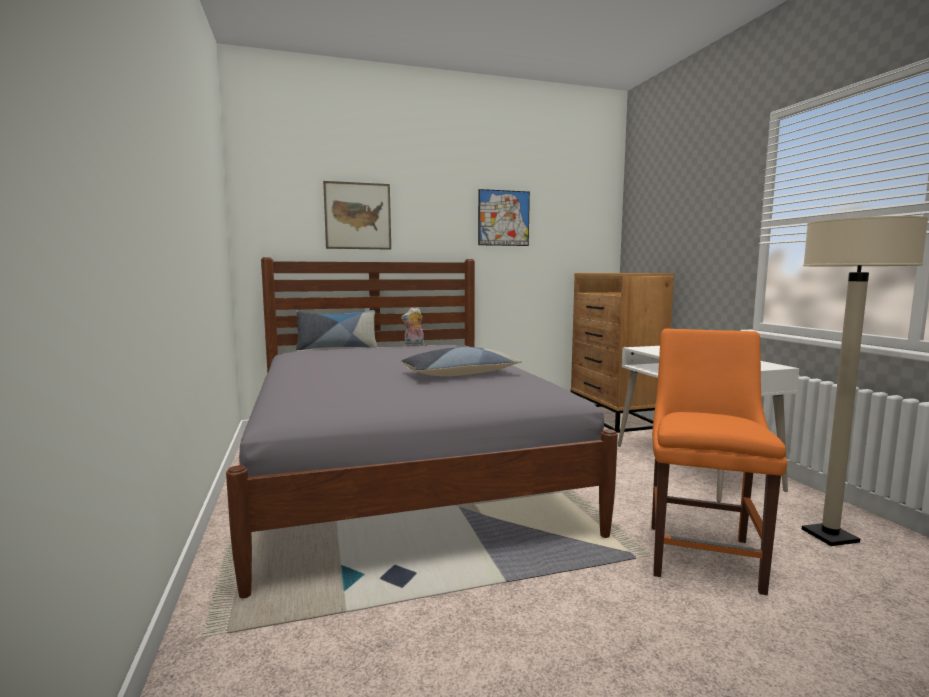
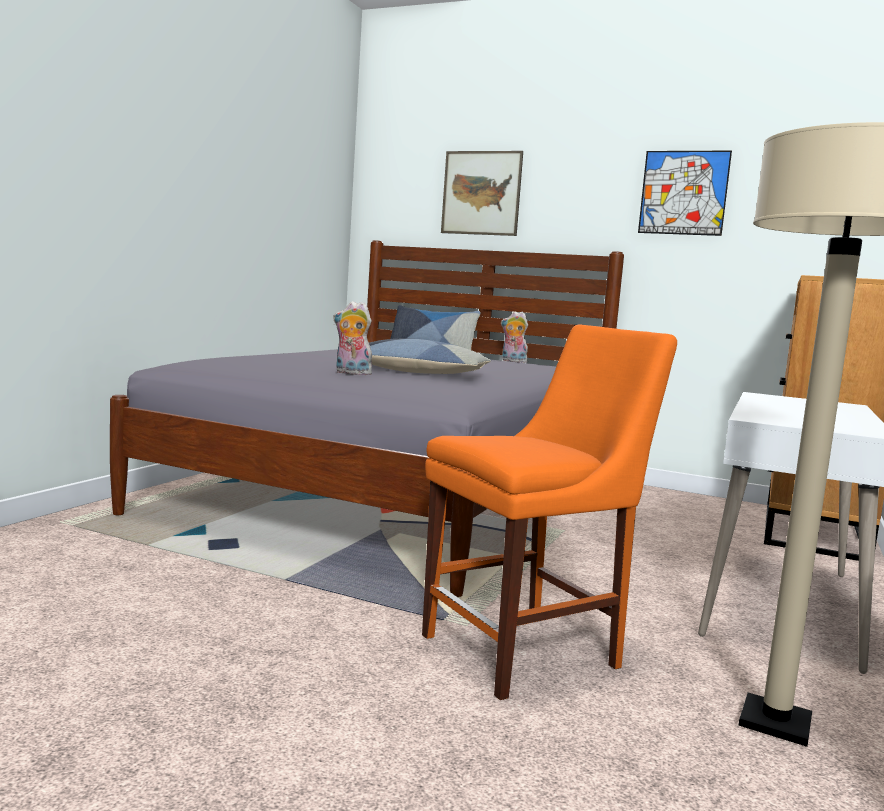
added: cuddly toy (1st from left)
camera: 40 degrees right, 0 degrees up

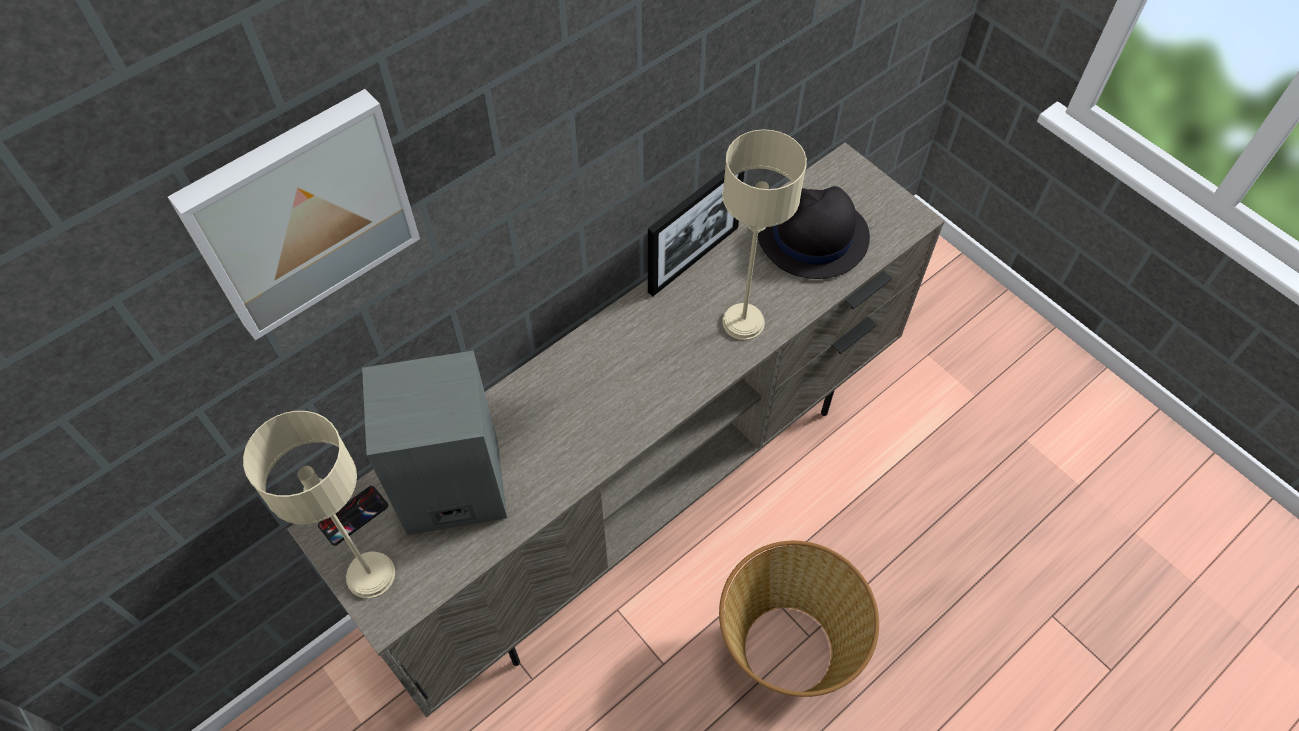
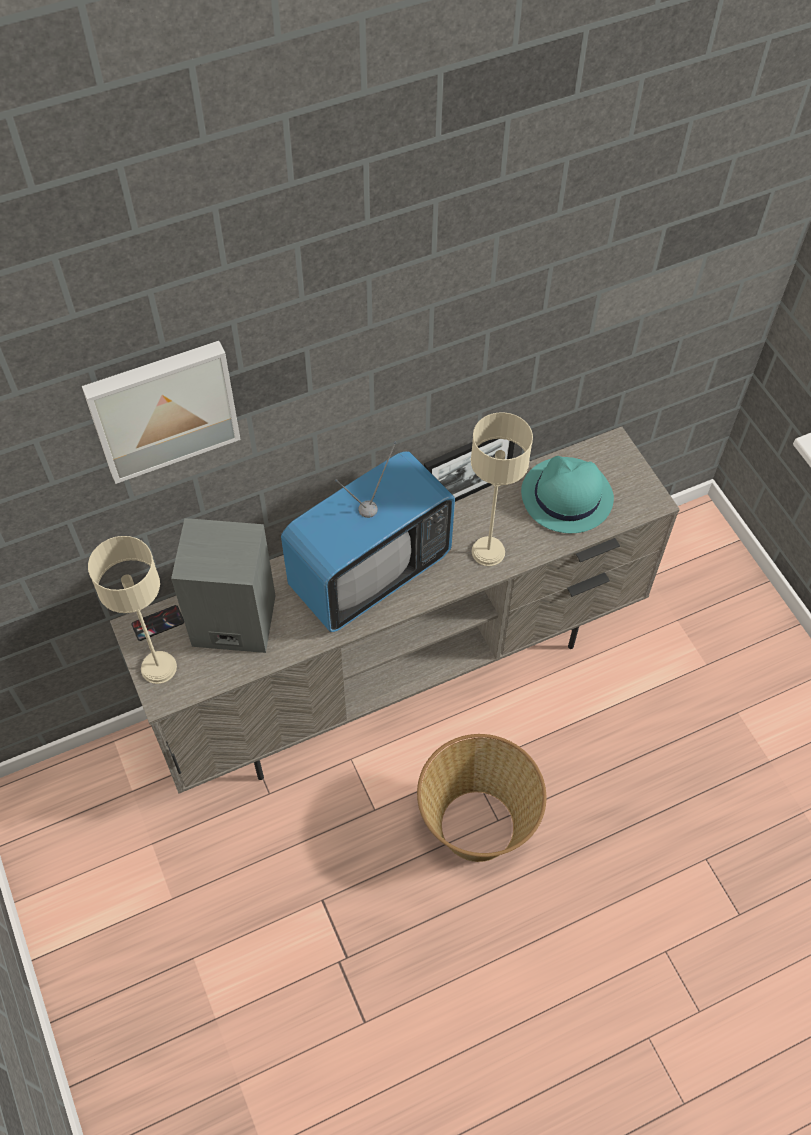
added: TV set
recoloured: hat (black) to hat (turquoise)
camera: 15 degrees right, 0 degrees up

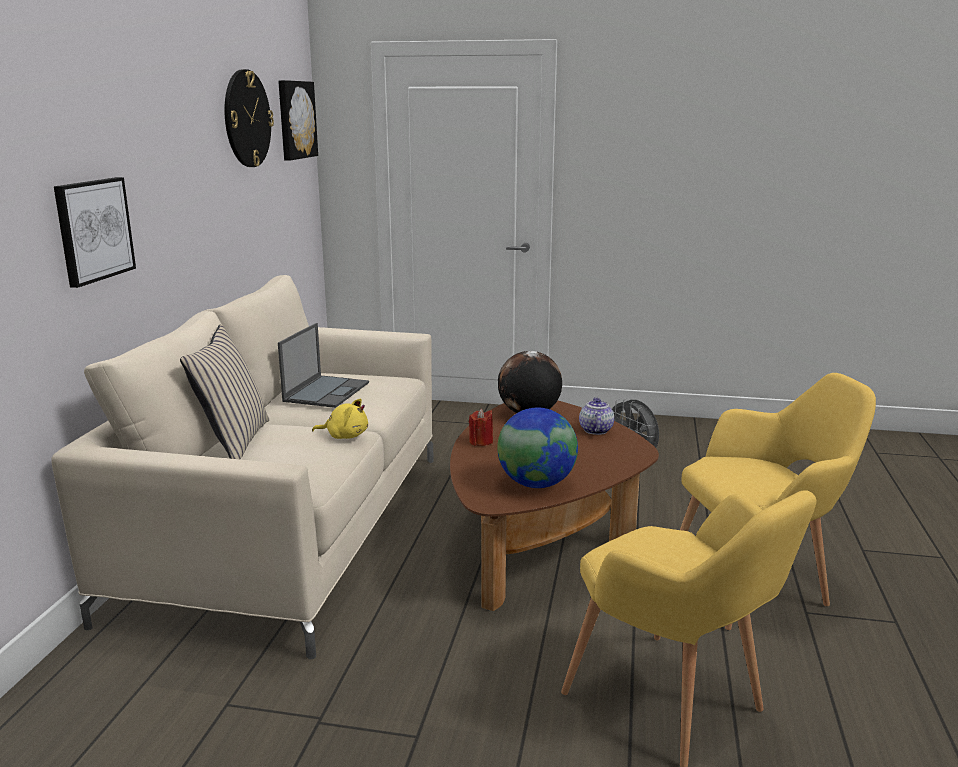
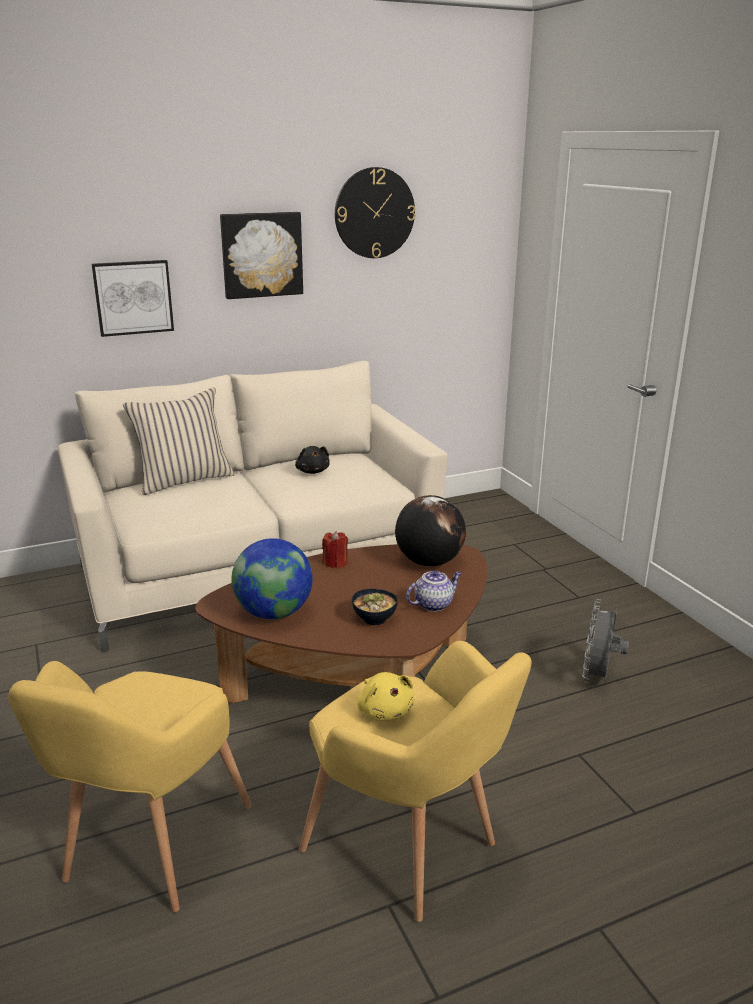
added: bowl
moved: picture (2nd from left); cuddly toy (yellow)
replaced: laptop to cuddly toy (black)
camera: 55 degrees right, 5 degrees up

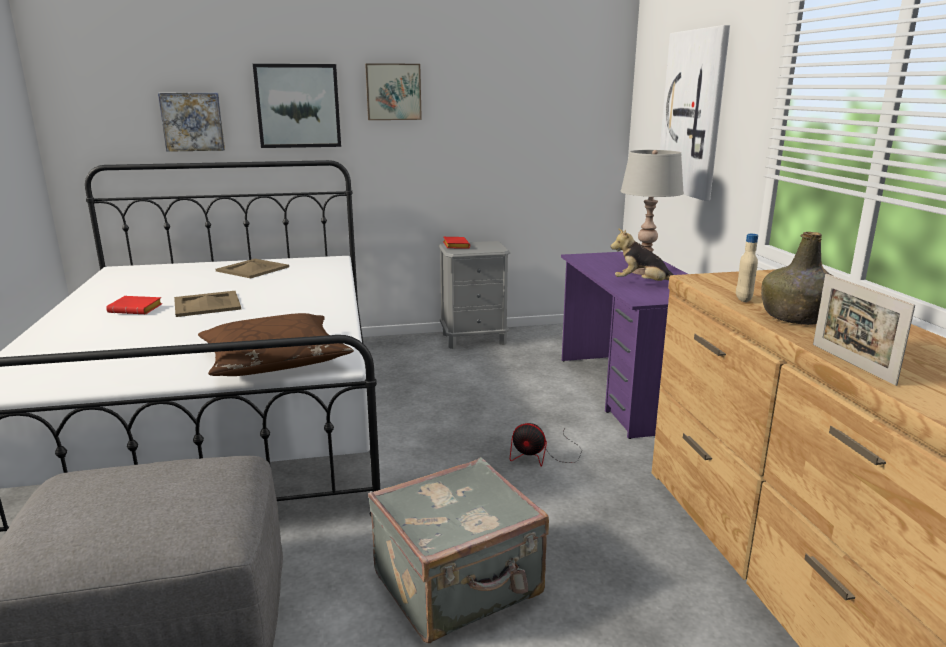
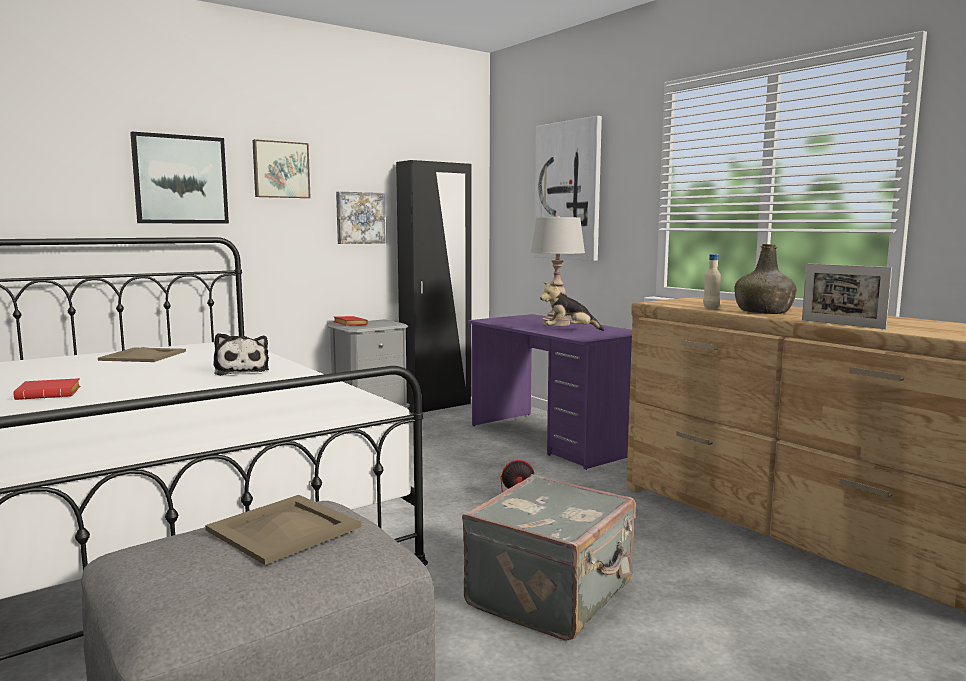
removed: pillow (brown-coloured)
added: cuddly toy (1st from left); armoire (black)
moved: serving tray (beige) (1st from left in the first image) to serving tray (beige) (2nd from left); picture (1st from left in the first image) to picture (3rd from left)
camera: 25 degrees left, 10 degrees down

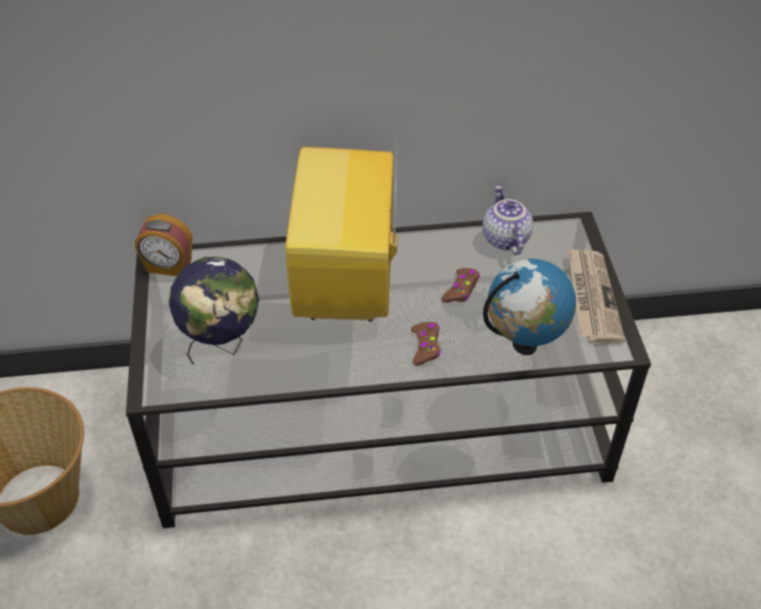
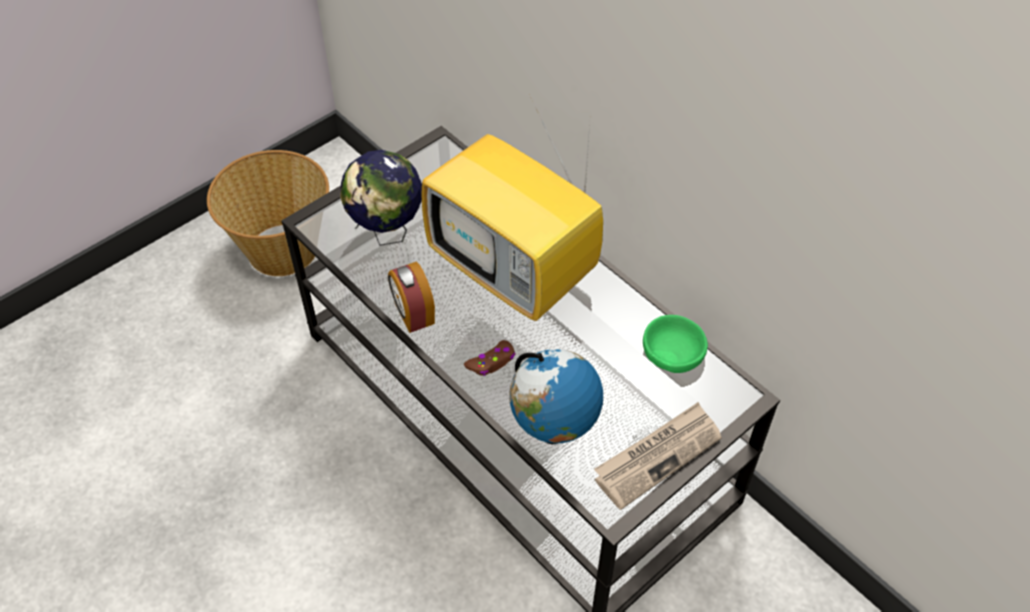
removed: joypad (brown-coloured) (2nd from left)
moved: alarm clock
replaced: pot for tea to bowl (green-coloured)
turned: TV set 105 degrees counterclockwise
camera: 55 degrees right, 5 degrees up

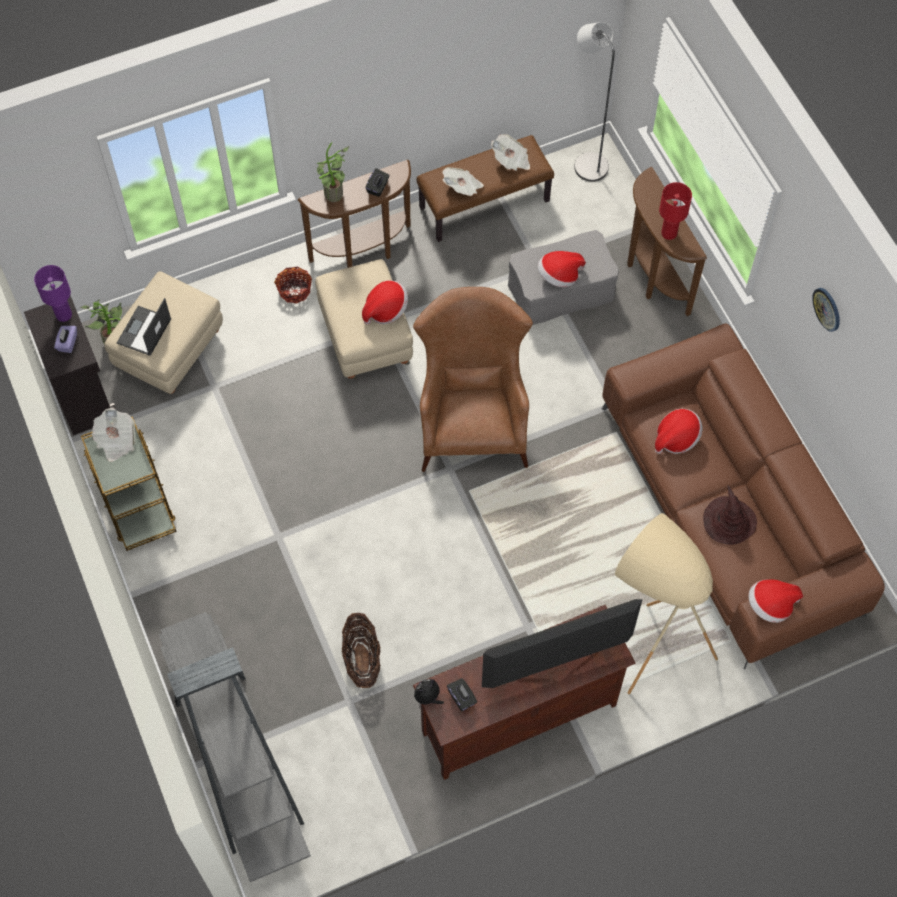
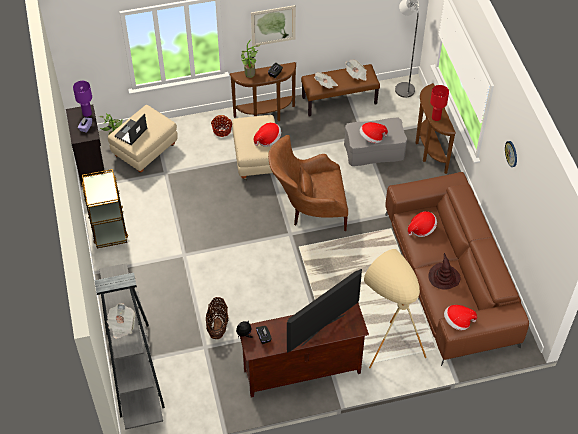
added: picture
moved: printed paper (1st from left)
turned: easy chair (brown-coloured) 105 degrees counterclockwise; TV set 150 degrees clockwise
camera: 10 degrees right, 10 degrees down

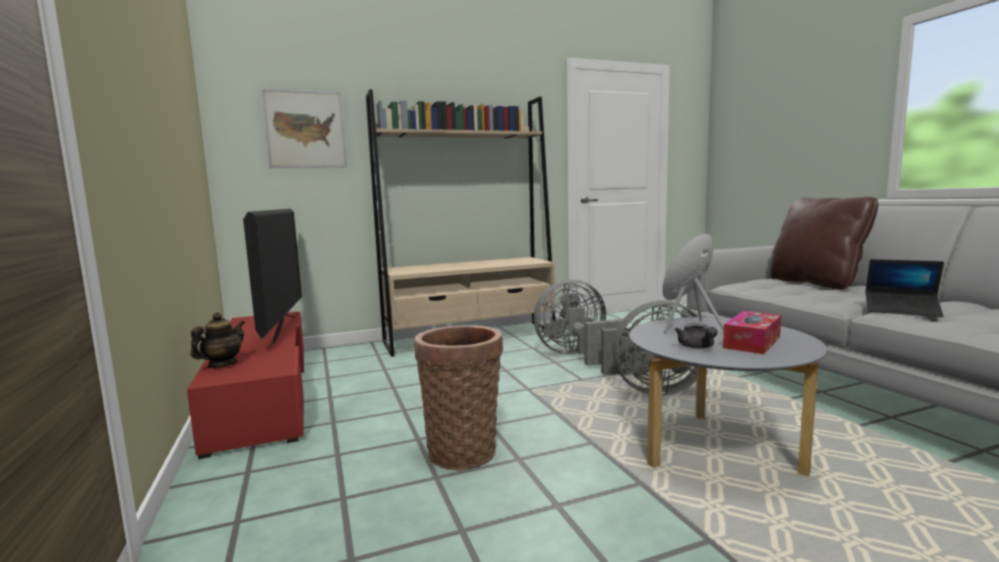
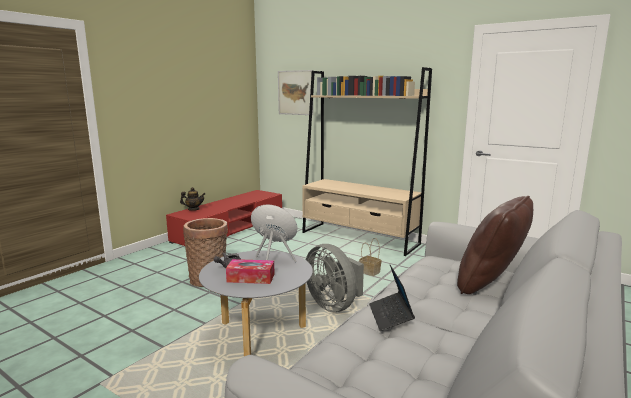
removed: TV set
replaced: electric fan (grey) (1st from left) to storage basket (2nd from left)
camera: 55 degrees right, 5 degrees up

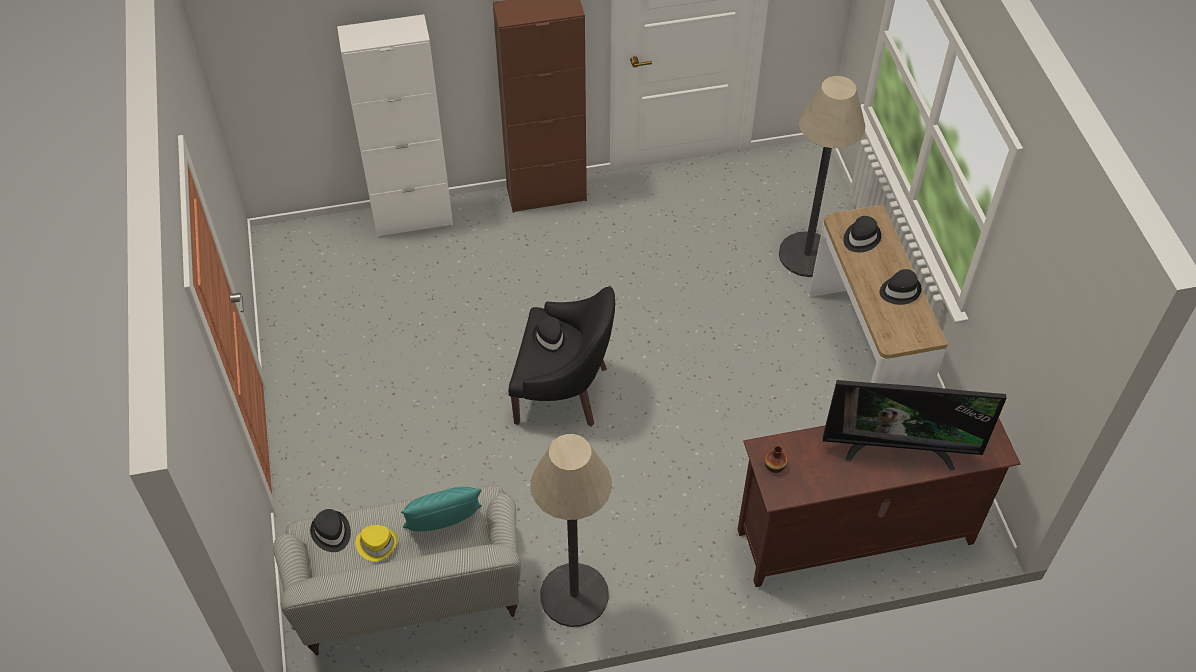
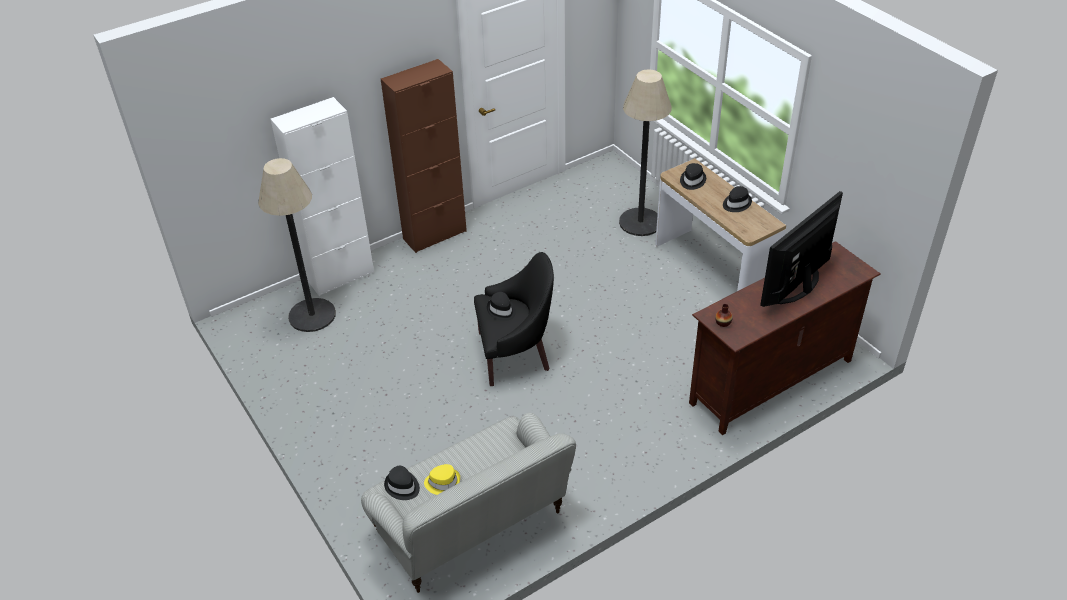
removed: pillow (turquoise)
moved: floor lamp (1st from left)
turned: TV set 150 degrees clockwise
camera: 20 degrees left, 10 degrees down

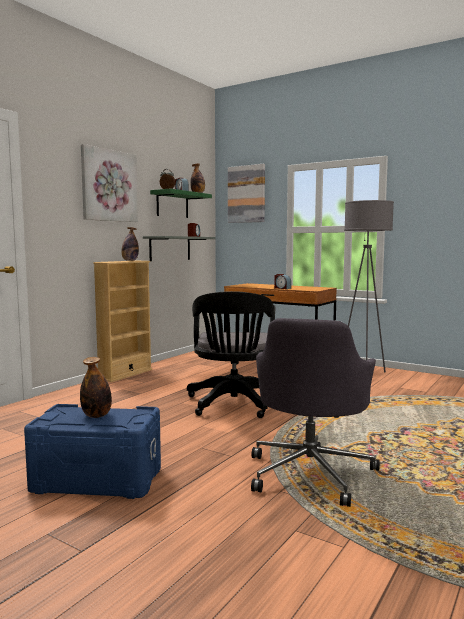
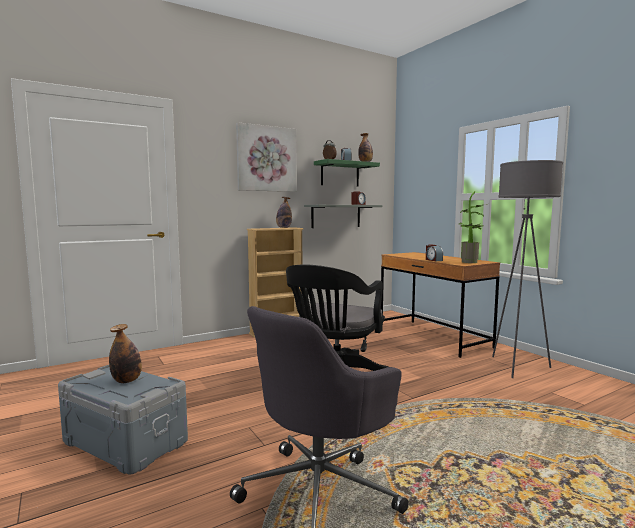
removed: picture (2nd from left)
added: plant in a pot
recoloured: storage bin (bluish) to storage bin (grey)
camera: 25 degrees right, 0 degrees up

